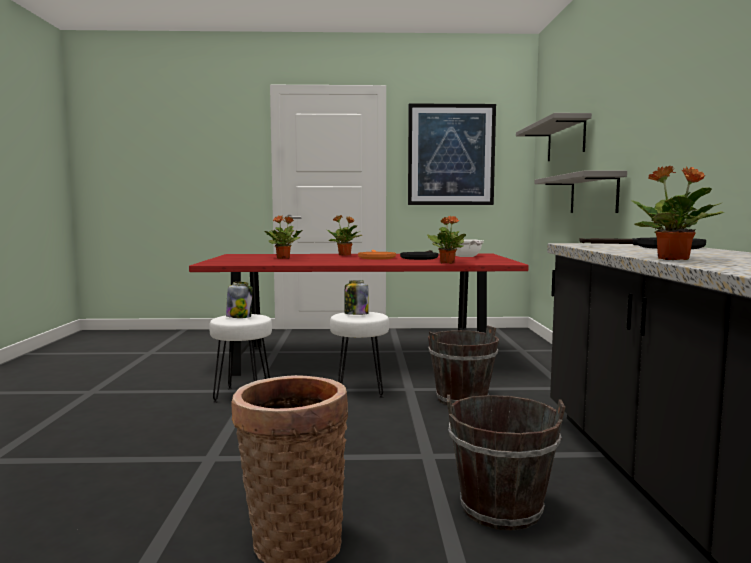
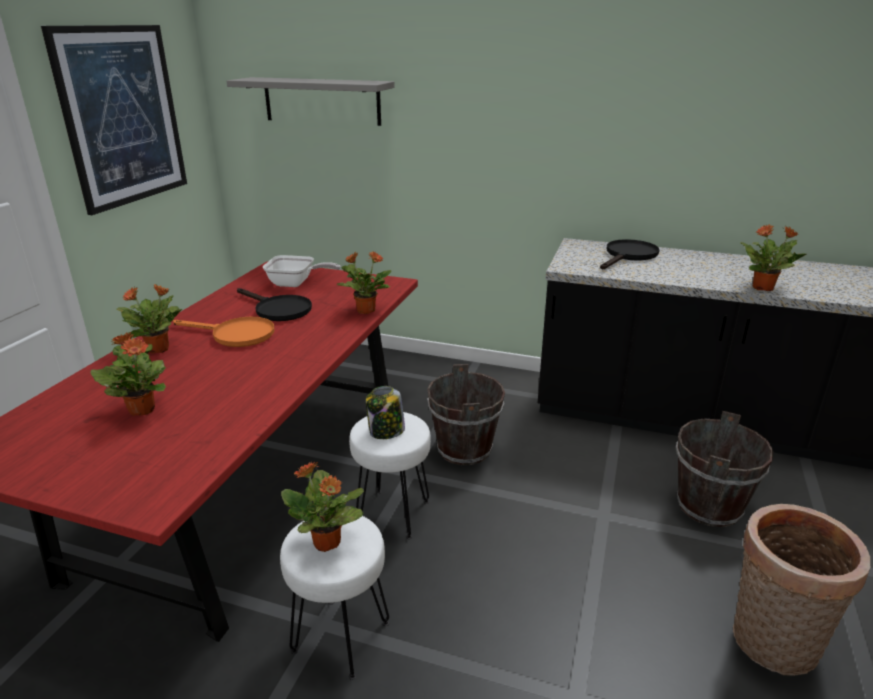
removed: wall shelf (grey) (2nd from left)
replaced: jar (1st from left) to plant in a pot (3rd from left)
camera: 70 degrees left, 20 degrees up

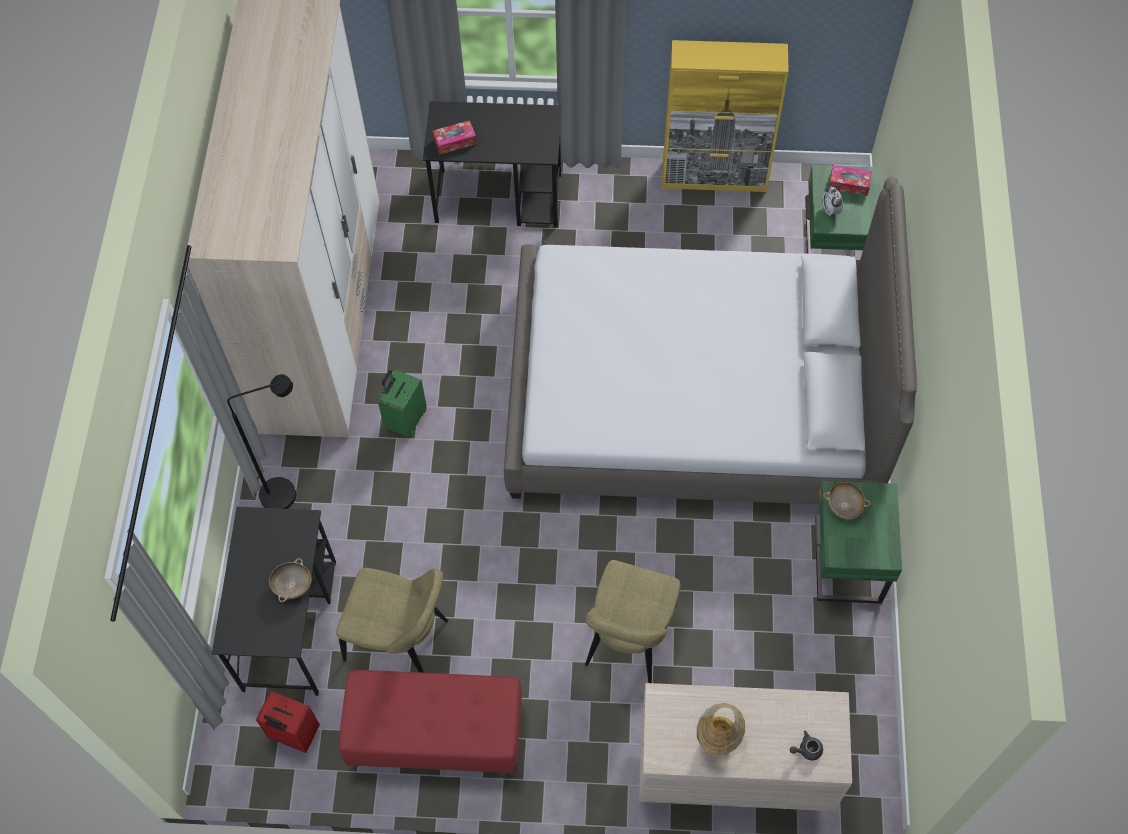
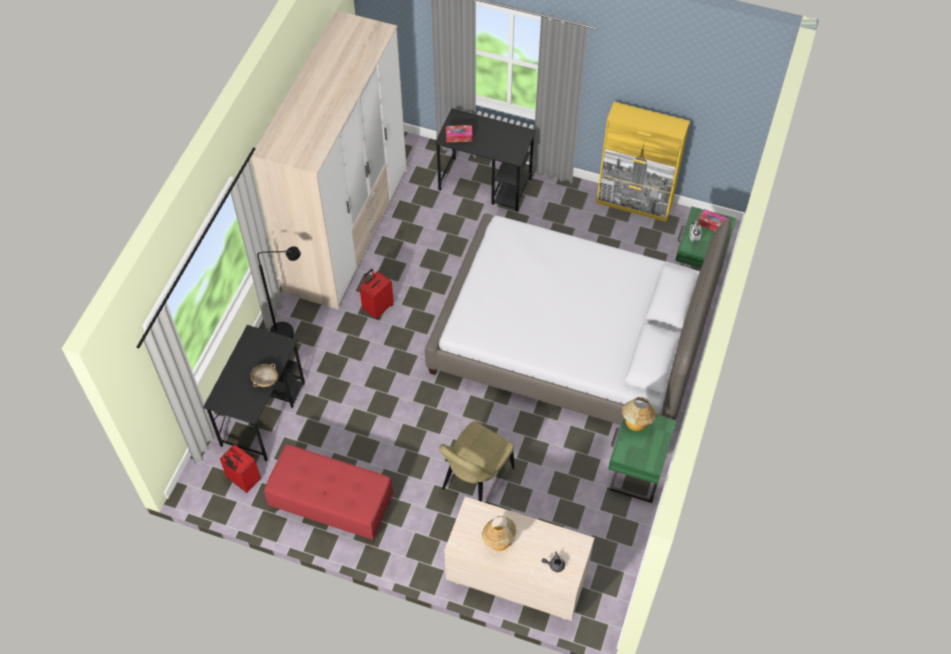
removed: chair (beige) (1st from left)
replaced: bowl (beige) (2nd from left) to tabletop lamp (2nd from left)
recoloured: travel case (green-coloured) to travel case (red-coloured) (2nd from left)
camera: 15 degrees right, 5 degrees down

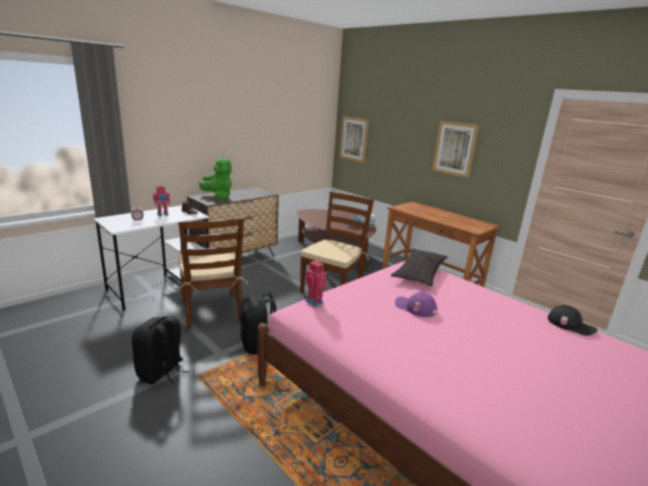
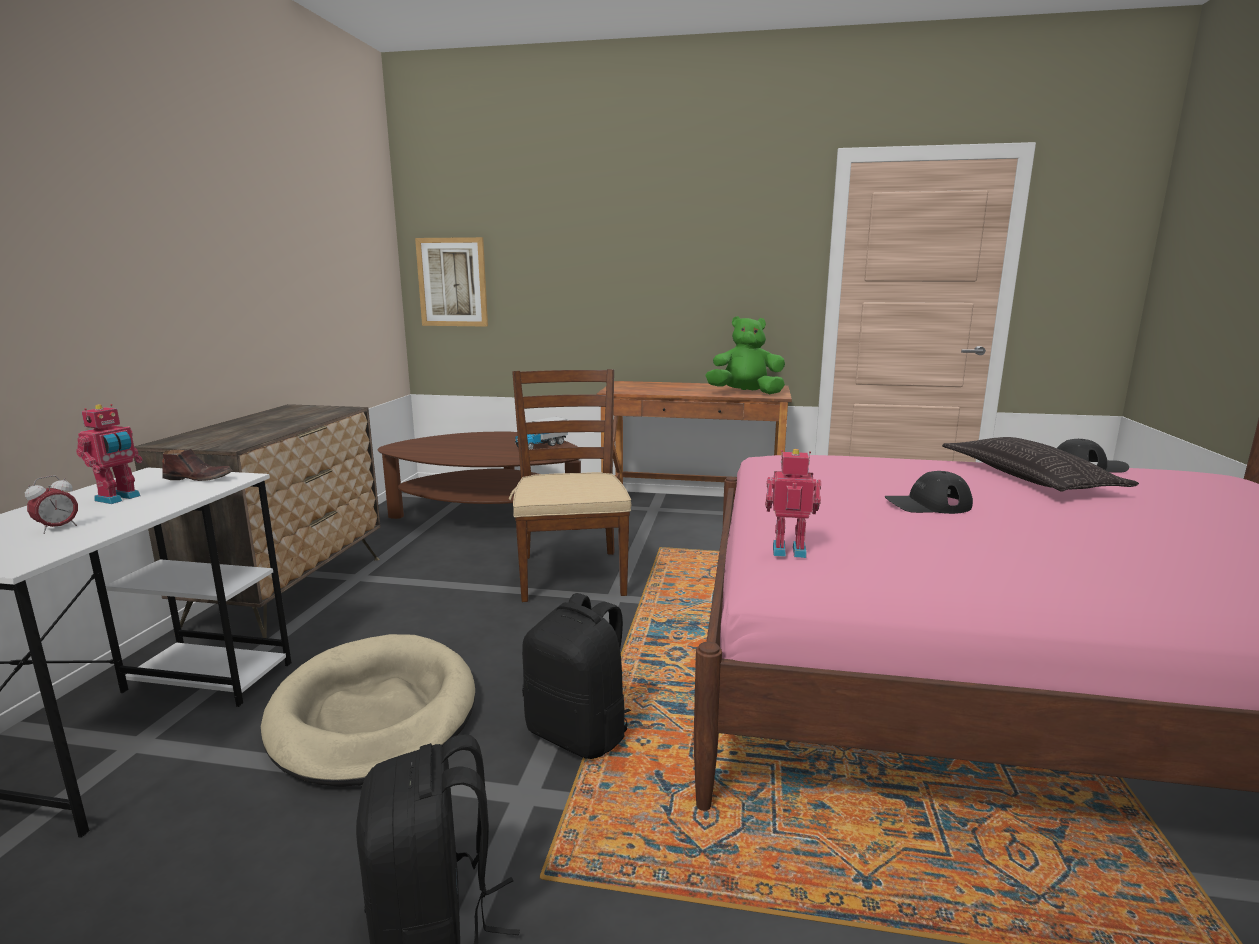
removed: picture (2nd from left)
moved: cuddly toy (green-coloured); pillow
replaced: chair (brown-coloured) (1st from left) to dog bed (beige)
recoloured: cap (purplish) to cap (black) (1st from left)
camera: 35 degrees left, 5 degrees down

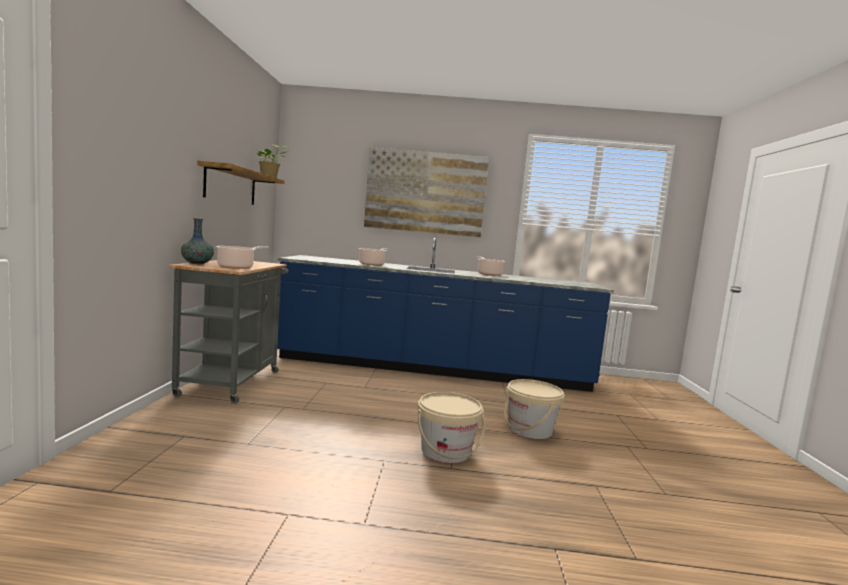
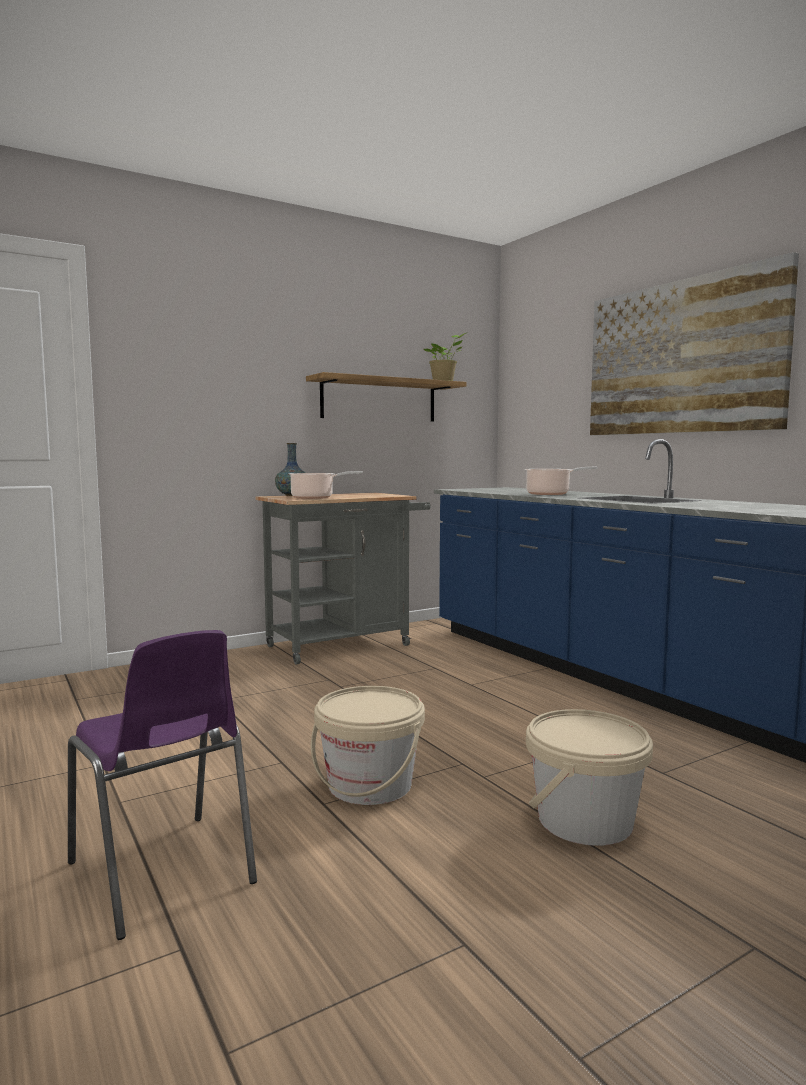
removed: cooking pot (3rd from left)
added: chair (purplish)
camera: 55 degrees right, 0 degrees up

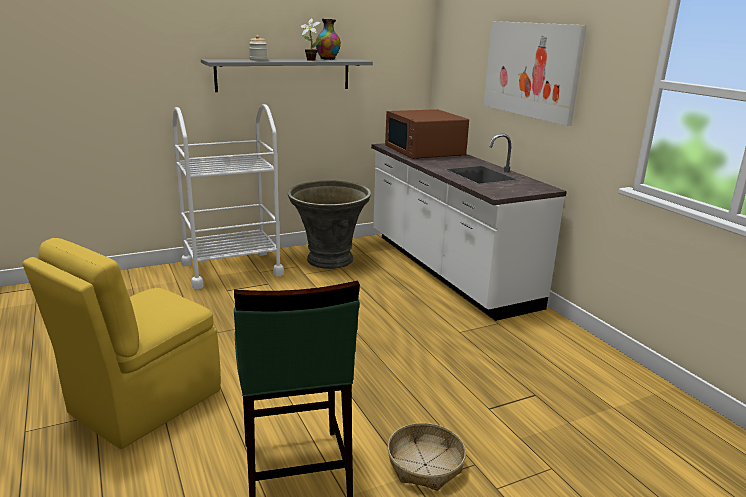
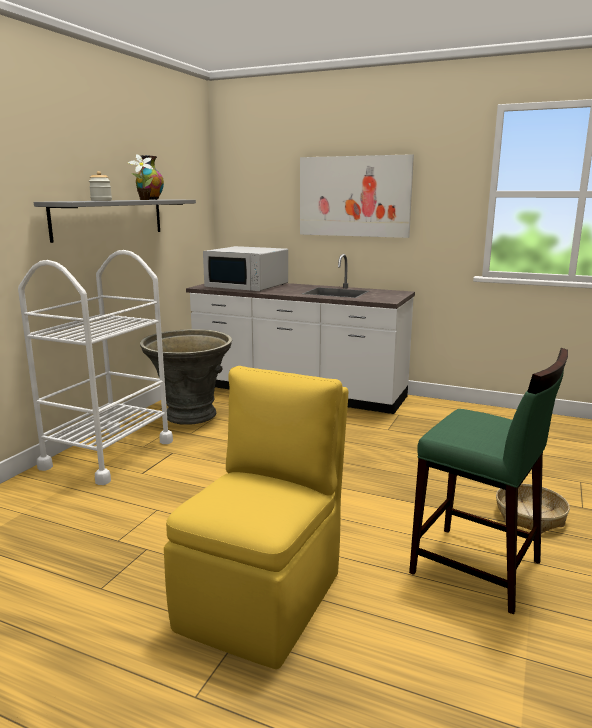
recoloured: kitchen microwave (brown-coloured) to kitchen microwave (white)
turned: chair (yellow) 150 degrees counterclockwise
camera: 40 degrees left, 5 degrees down

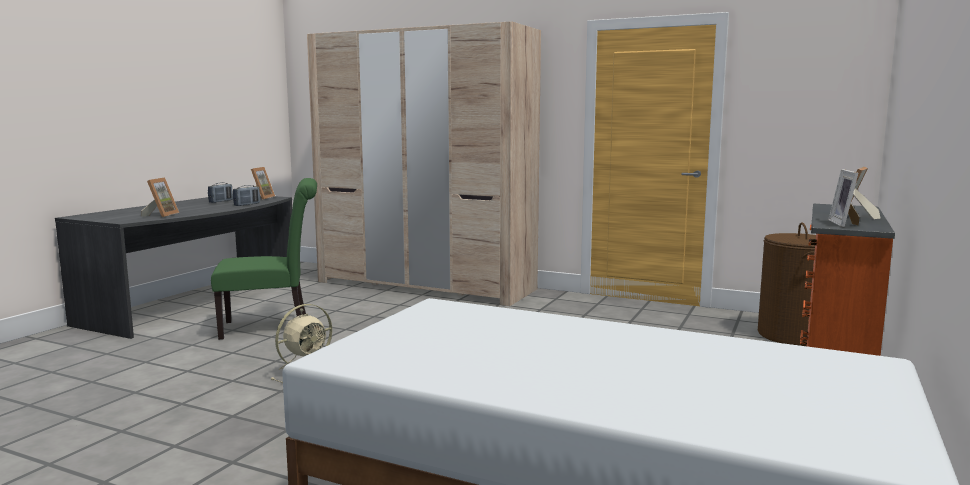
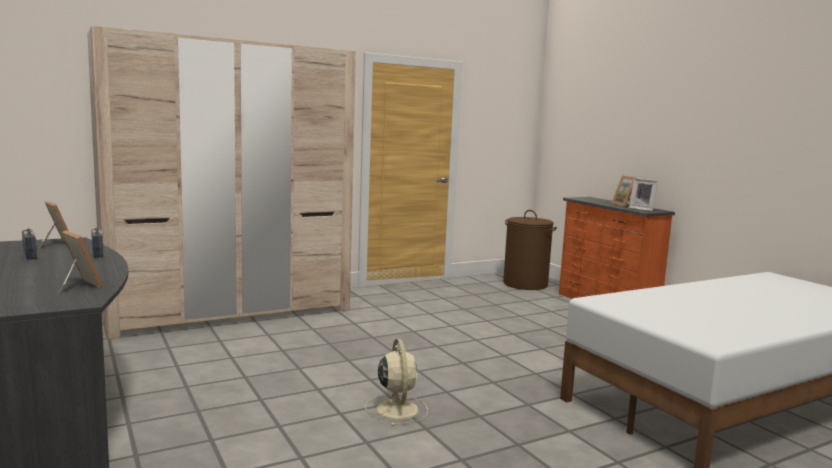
removed: chair (green-coloured)
camera: 55 degrees left, 0 degrees up

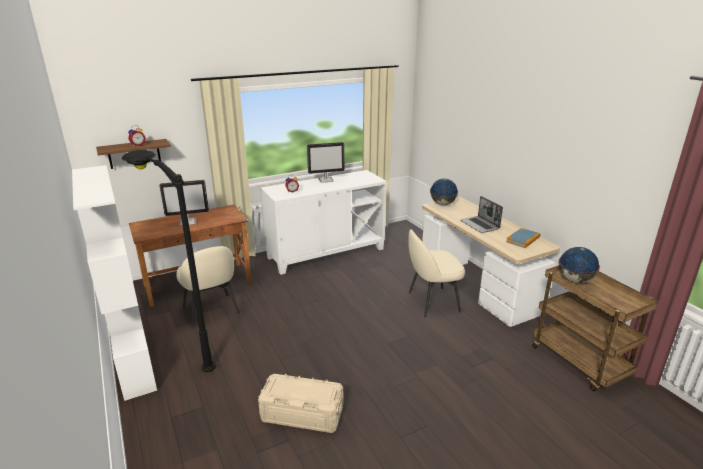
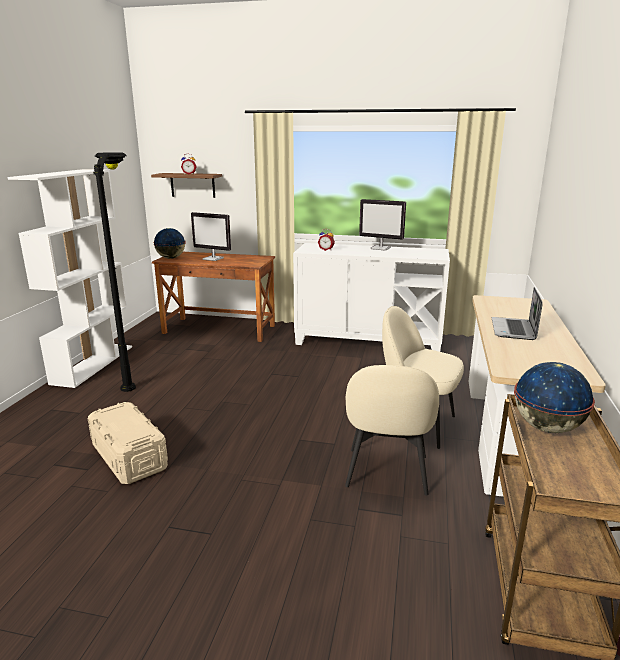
removed: bound book
moved: world globe (1st from left); chair (beige) (1st from left)
camera: 40 degrees right, 5 degrees down

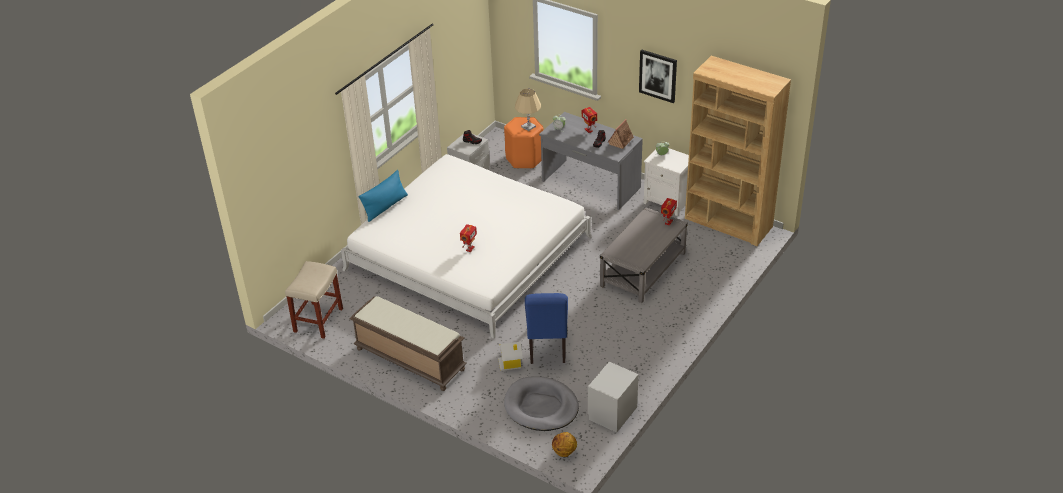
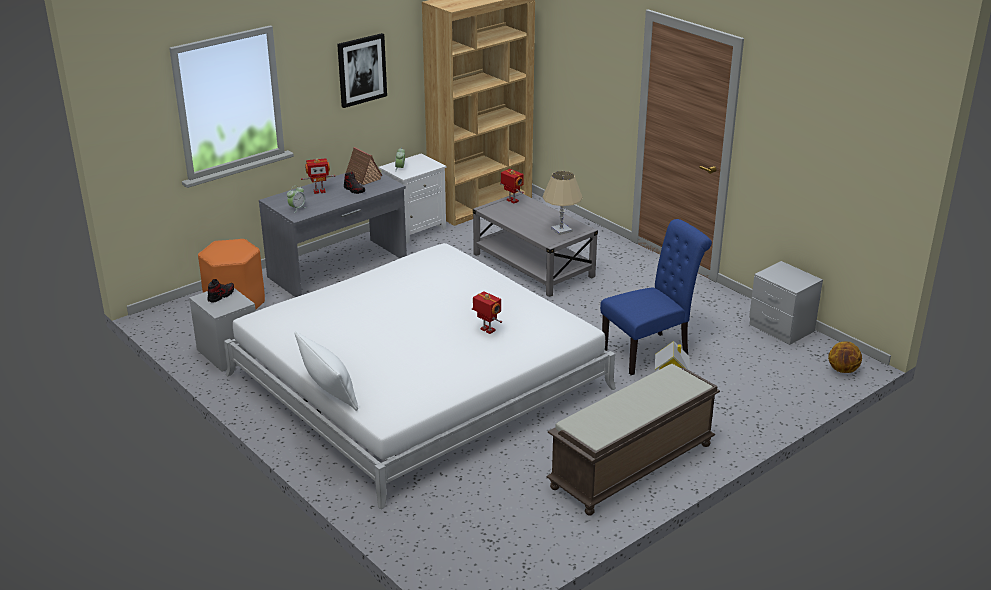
removed: stool (beige); dog bed (grey)
moved: tabletop lamp (beige)
recoloured: pillow (bluish) to pillow (white)
turned: chair (bluish) 45 degrees counterclockwise
camera: 75 degrees left, 10 degrees down

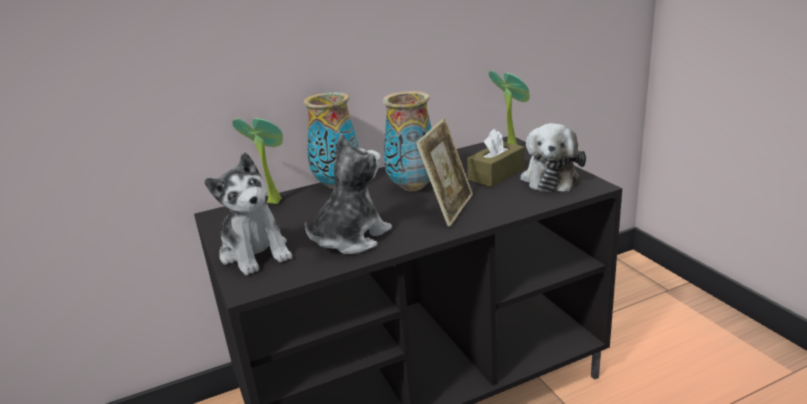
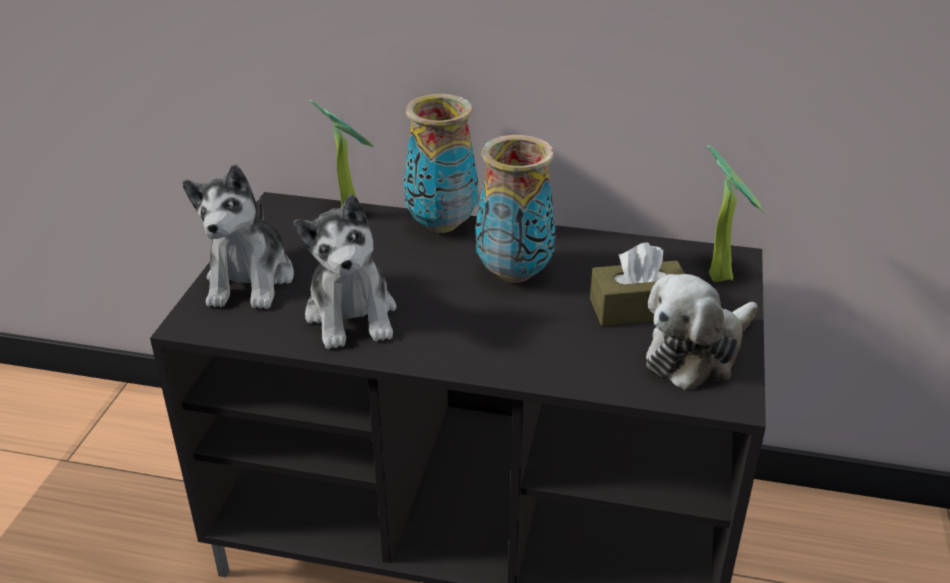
removed: photo frame
turned: cuddly toy (2nd from left) 90 degrees clockwise
camera: 35 degrees right, 10 degrees up

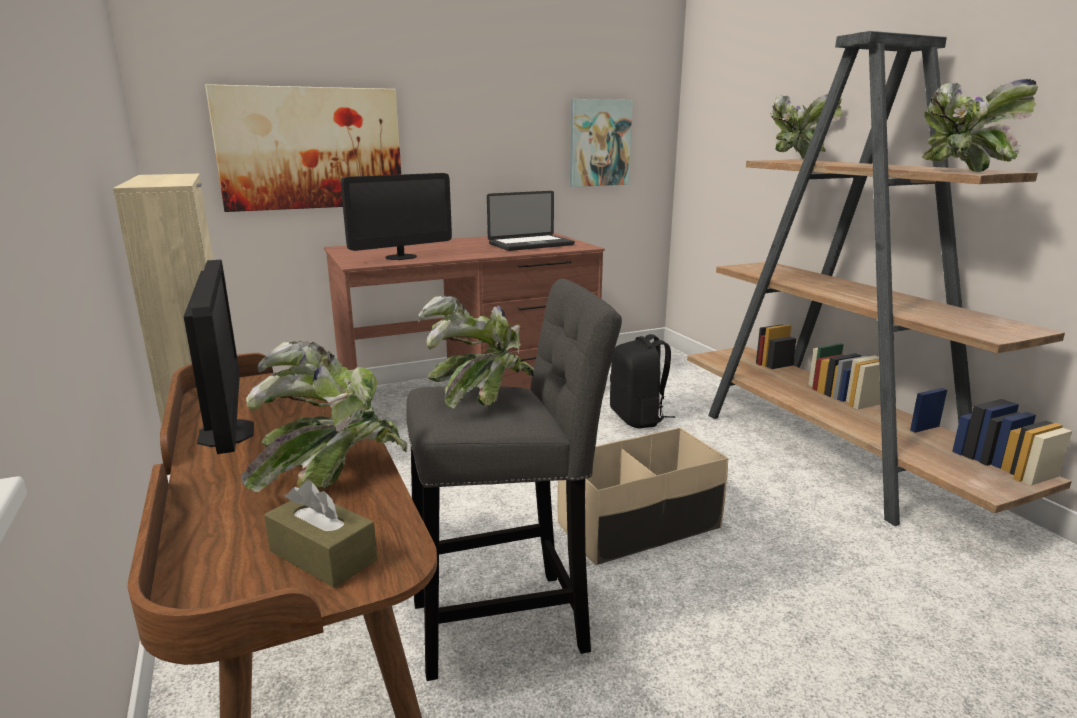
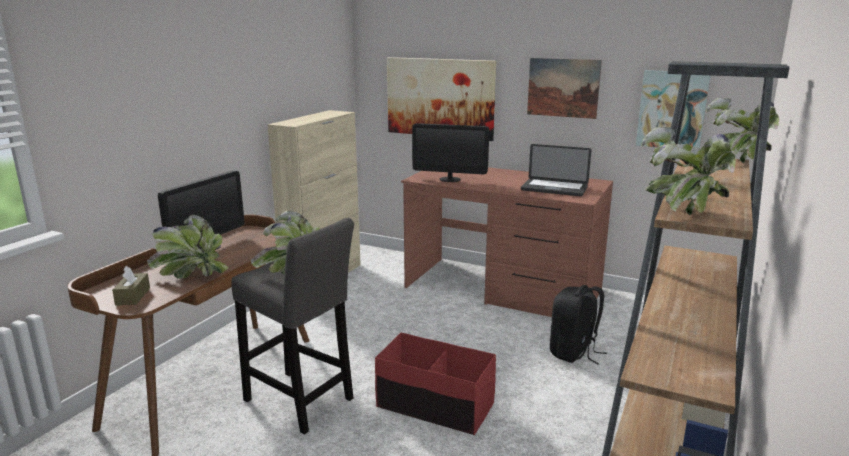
added: picture (2nd from left)
recoloured: storage bin (beige) to storage bin (red-coloured)
camera: 50 degrees right, 0 degrees up

